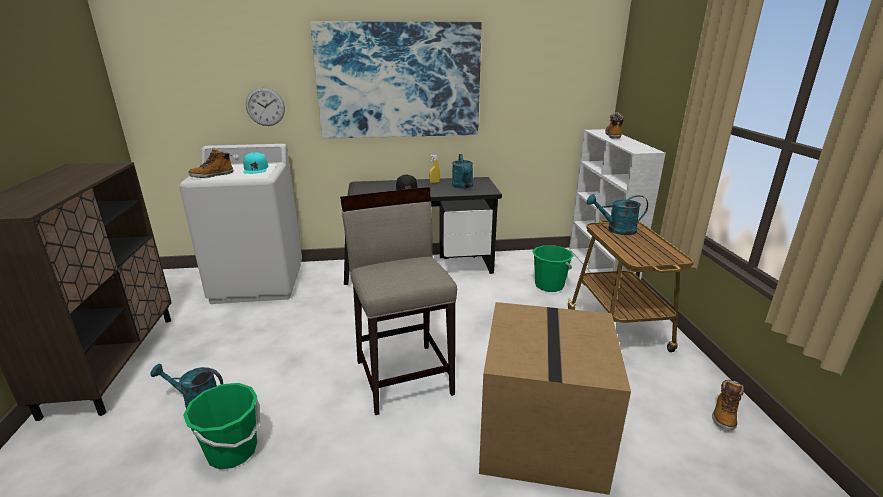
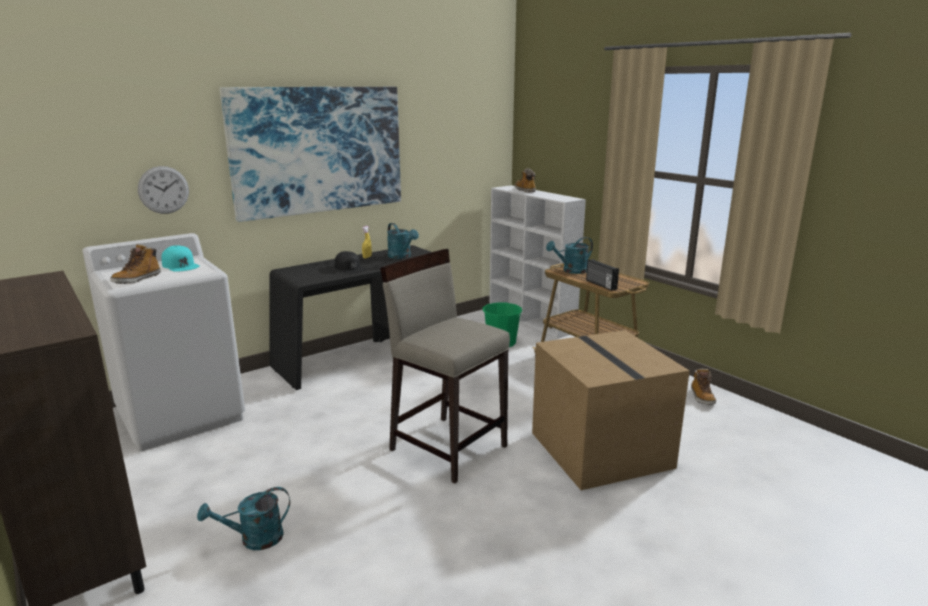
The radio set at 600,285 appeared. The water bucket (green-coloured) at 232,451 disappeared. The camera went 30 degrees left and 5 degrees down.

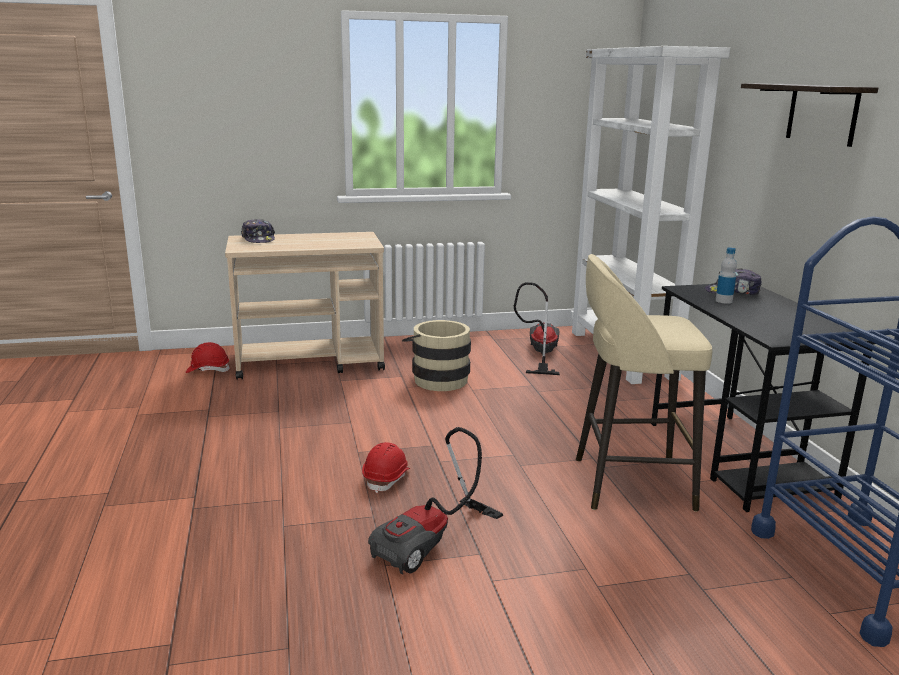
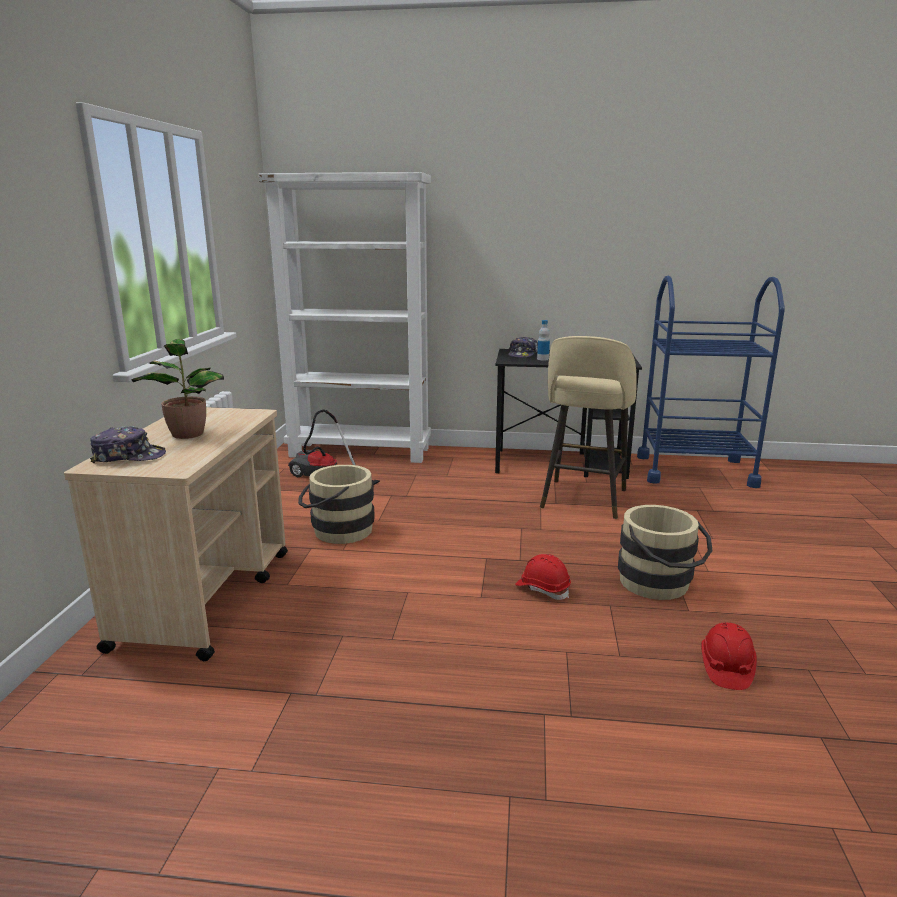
The houseplant at 187,433 appeared. The hoover at 432,545 was replaced by the water bucket (sand-coloured) at 659,585. The safety helmet (reddish) moved from 208,370 to 726,668. The wall shelf at 822,114 disappeared. The camera went 70 degrees left and 0 degrees up.

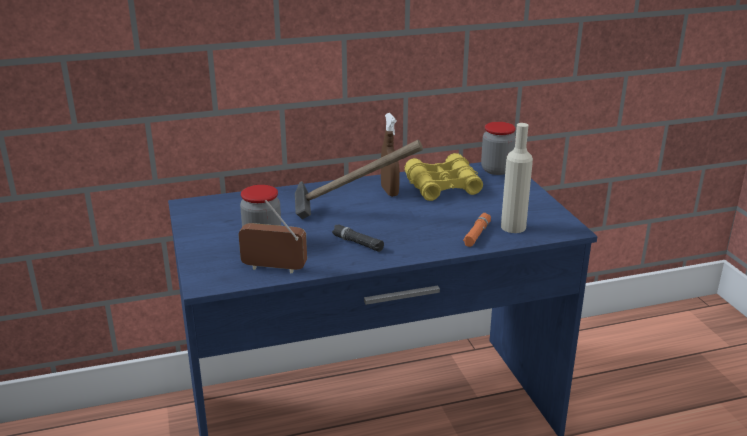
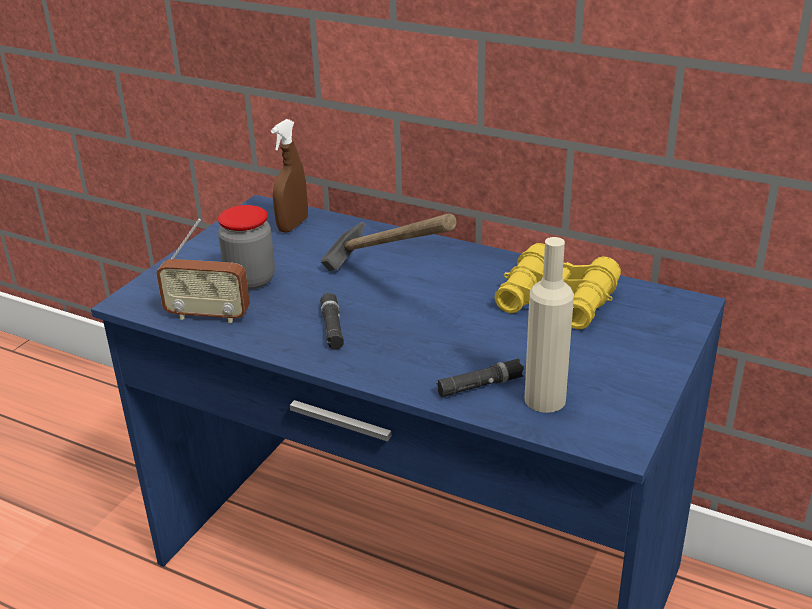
The radio set at 274,268 turned 135 degrees clockwise. The sprayer (brown-coloured) moved from 389,191 to 293,225. The hand torch (orange-coloured) at 476,234 became the hand torch (blackish) at 480,385. The storage jar at 496,170 disappeared. The camera went 45 degrees right and 5 degrees up.

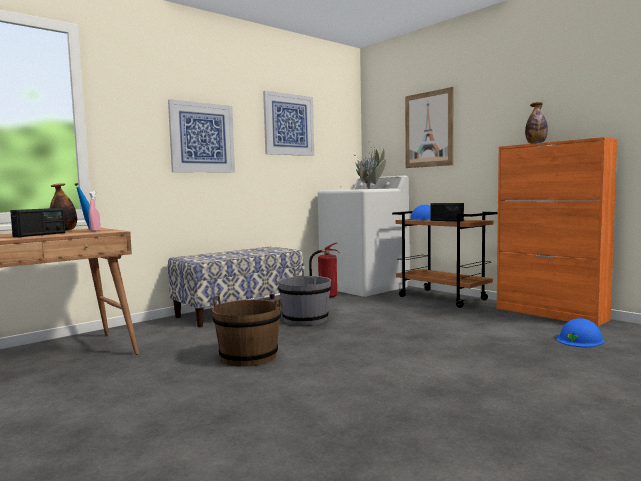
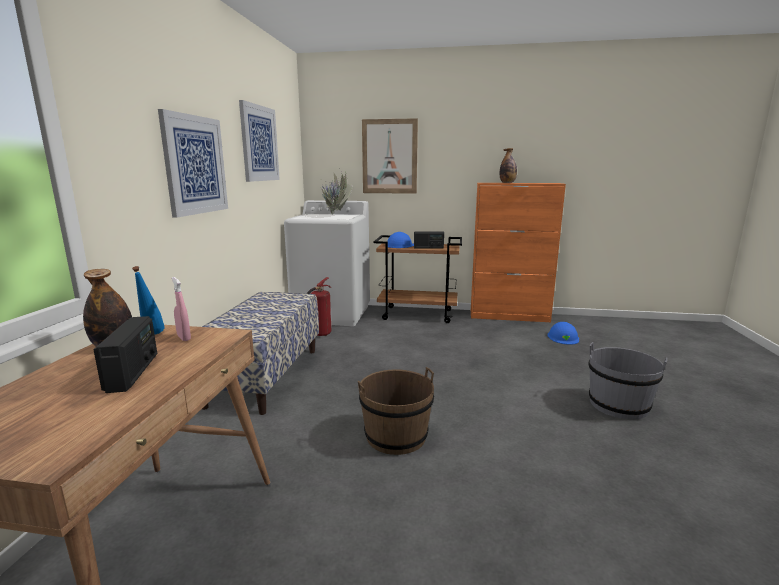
The water bucket (gray) moved from 305,320 to 618,405. The camera went 40 degrees left and 10 degrees up.

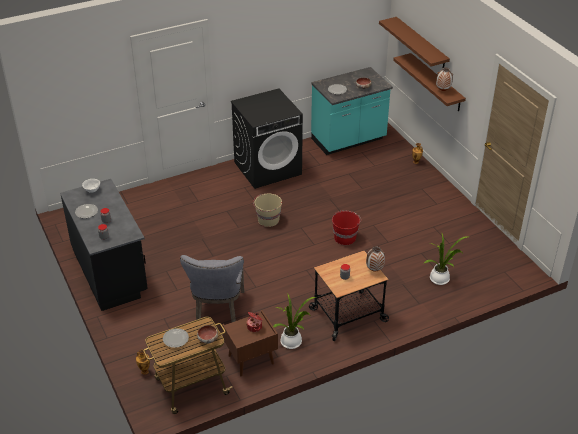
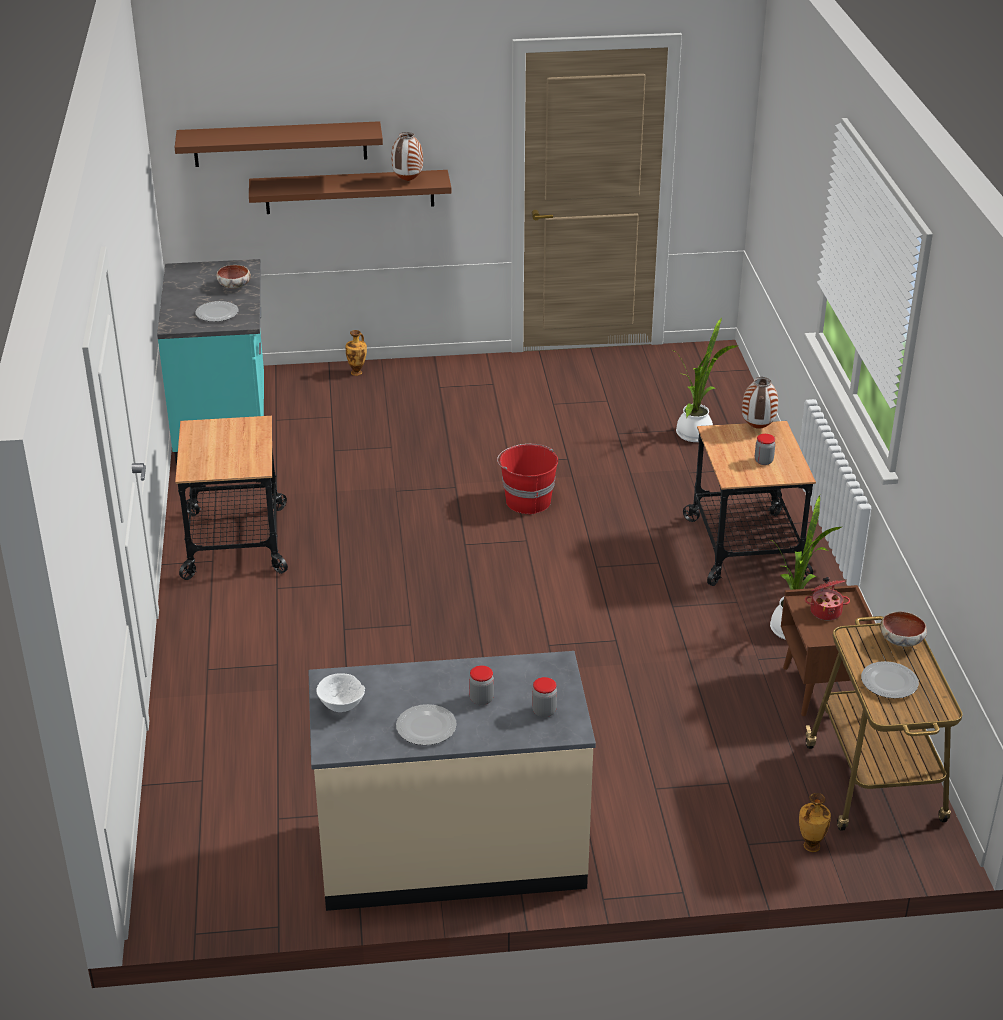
The washing machine (blackish) at 268,168 was replaced by the wheeled cart at 234,542. The kitchen counter (blackish) at 110,271 became the kitchen counter (sand-coloured) at 451,851. The chair (gray) at 218,311 disappeared. The water bucket (sand-coloured) at 268,220 disappeared. The camera went 70 degrees left and 5 degrees down.

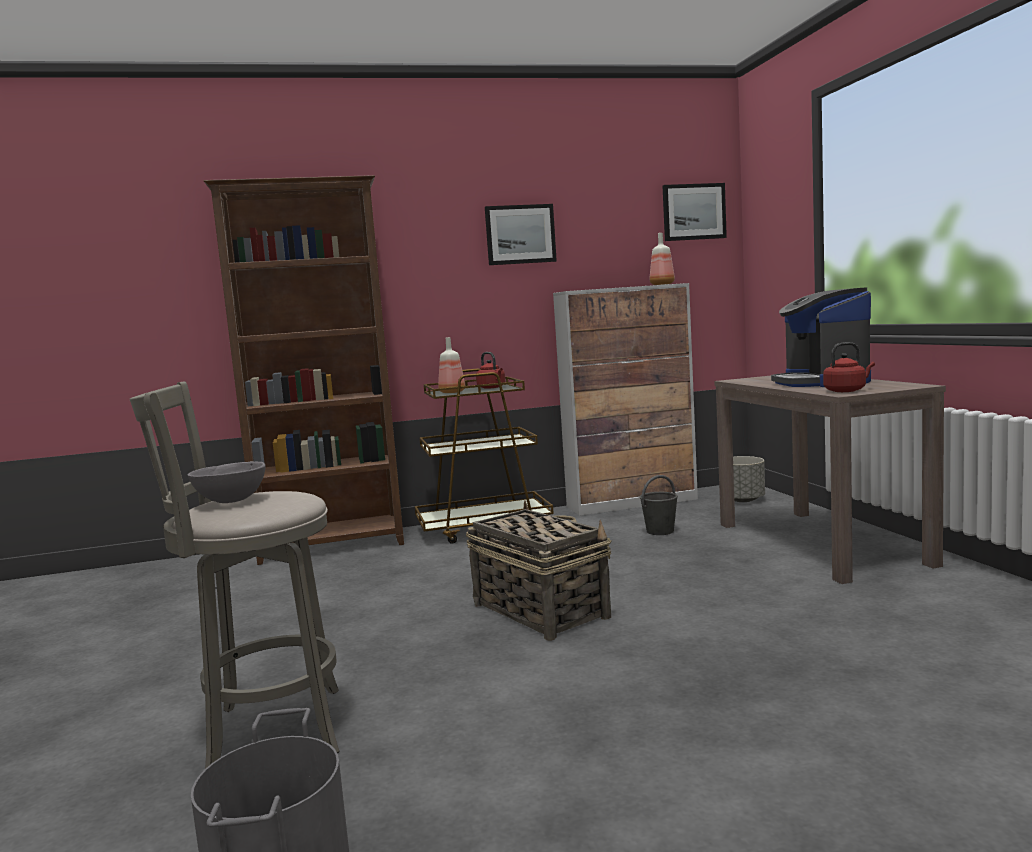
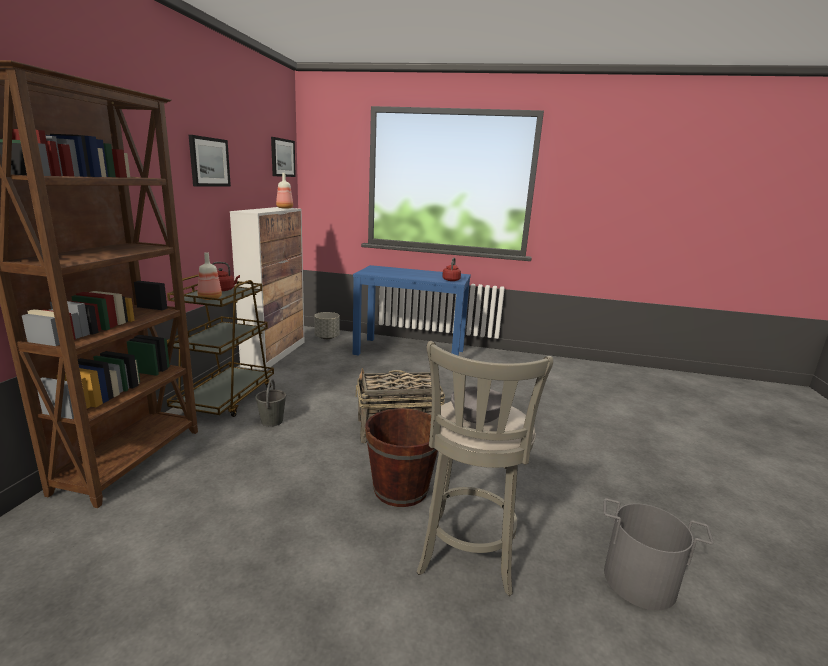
The water bucket (gray) moved from 660,531 to 272,421. The narrow table (brown-coloured) at 820,543 became the narrow table (bluish) at 410,352. The water bucket (brown-coloured) at 400,489 appeared. The coffee brewer at 821,382 disappeared. The camera went 65 degrees left and 10 degrees up.

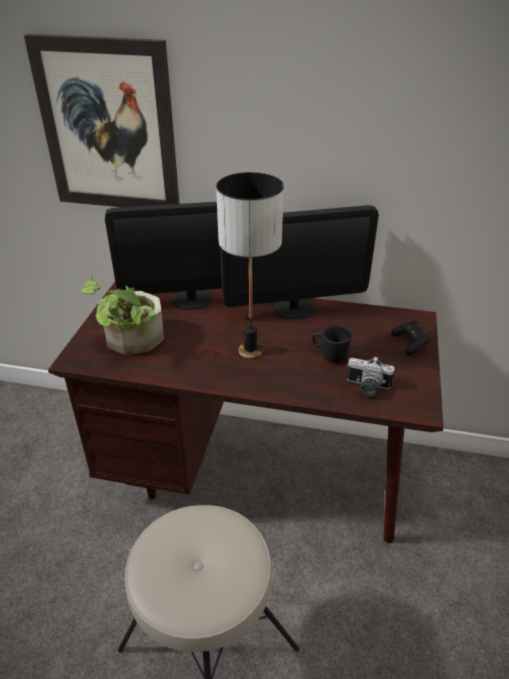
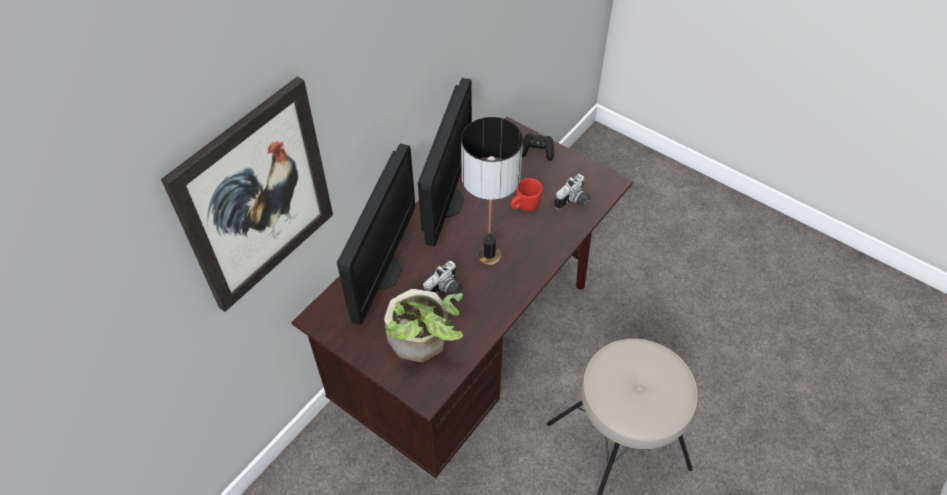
The still camera at 445,291 appeared. The coffee mug (blackish) at 329,355 became the coffee mug (reddish) at 524,206. The camera went 65 degrees left and 15 degrees up.

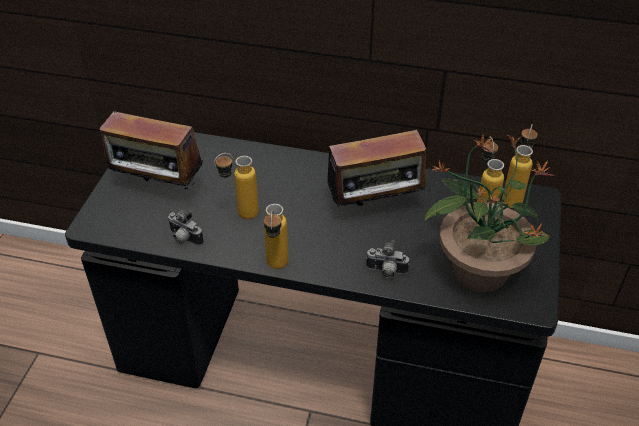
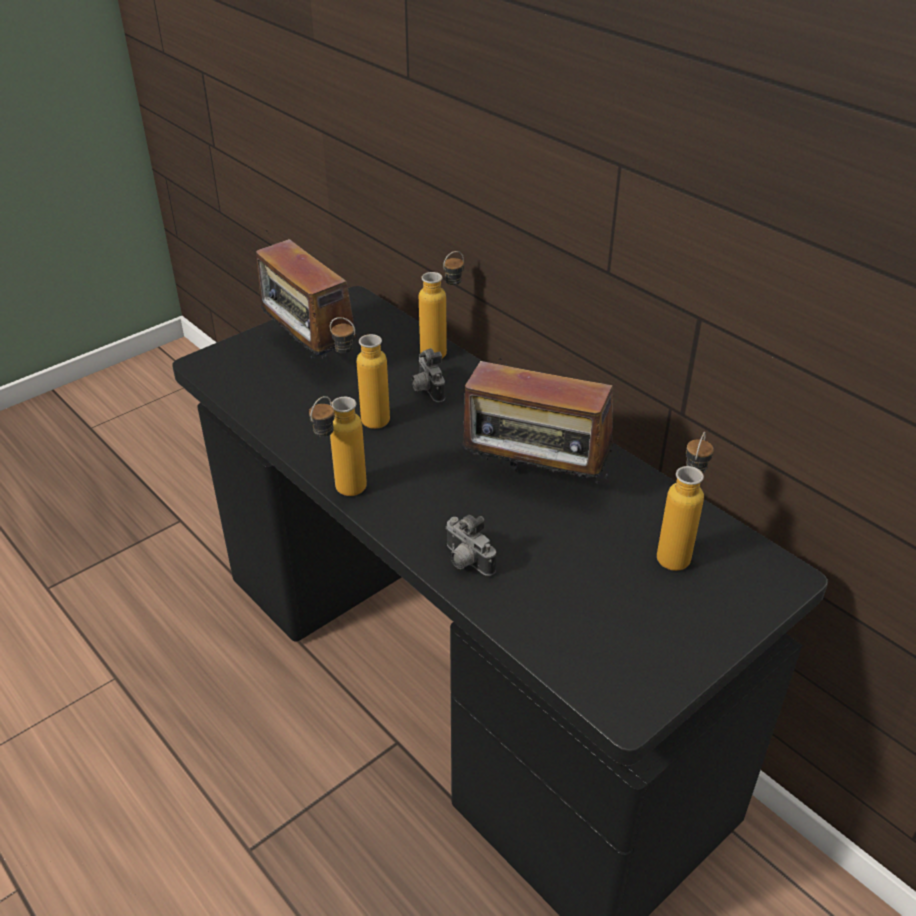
The still camera moved from 184,239 to 426,390. The drink bottle moved from 513,196 to 442,351. The houseplant at 478,270 disappeared. The camera went 35 degrees right and 5 degrees down.

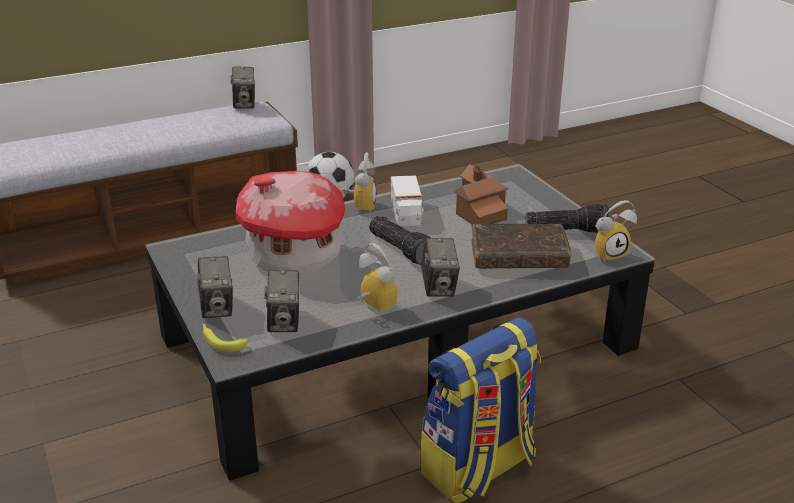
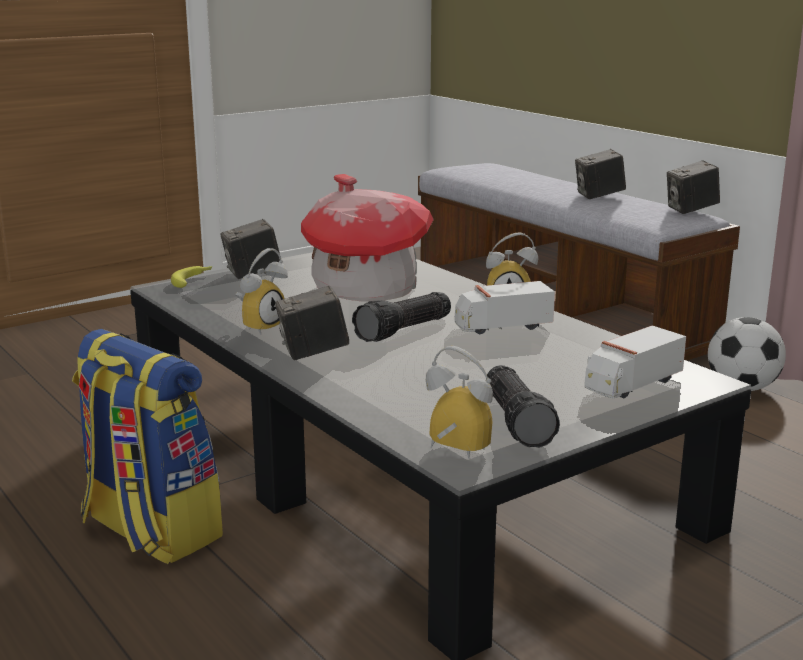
The bedside clock at 609,254 turned 150 degrees clockwise. The still camera moved from 284,322 to 599,196. The toy truck at 632,384 appeared. The toy house at 478,210 disappeared. The volume (brown-coloured) at 518,257 disappeared. The camera went 80 degrees right and 10 degrees down.

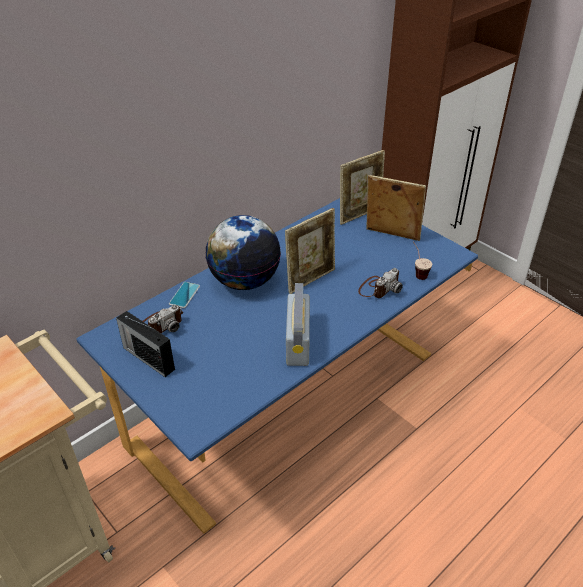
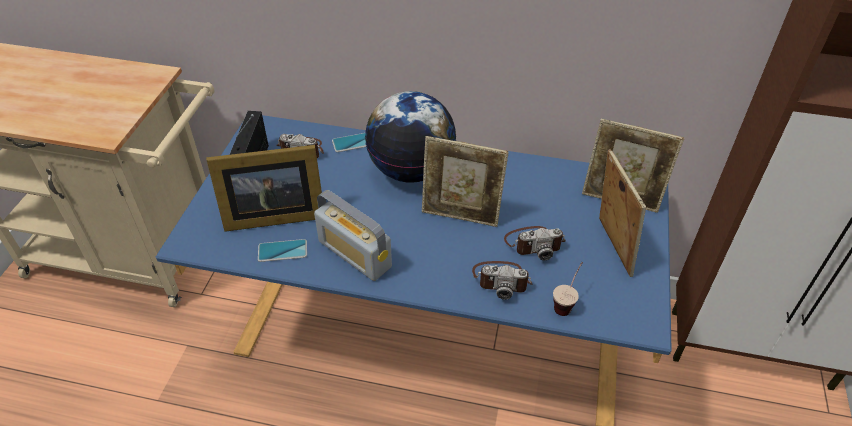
The standing frame at 271,215 appeared. The handset at 282,251 appeared. The radio set at 298,342 turned 75 degrees clockwise. The still camera at 534,243 appeared. The camera went 55 degrees right and 5 degrees up.

